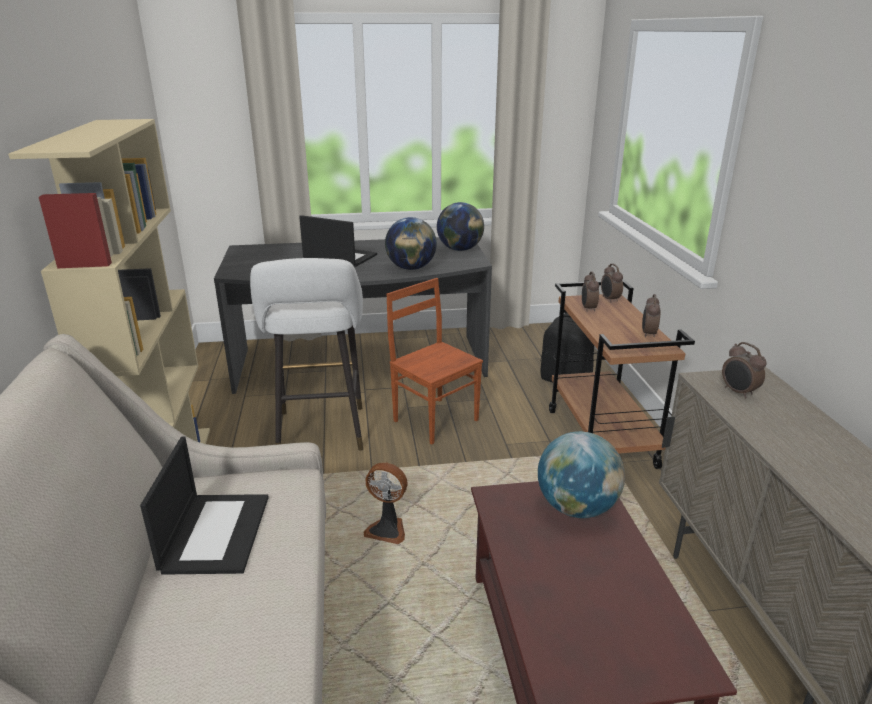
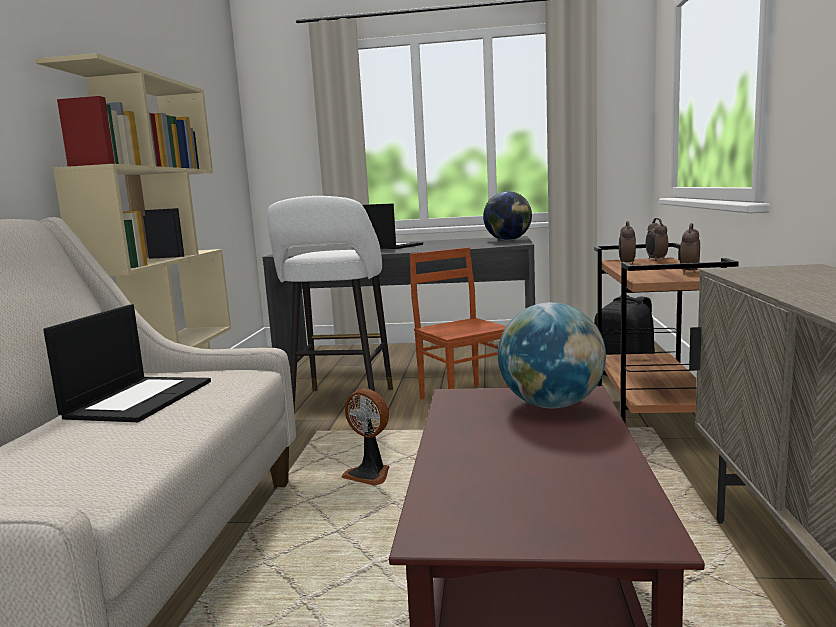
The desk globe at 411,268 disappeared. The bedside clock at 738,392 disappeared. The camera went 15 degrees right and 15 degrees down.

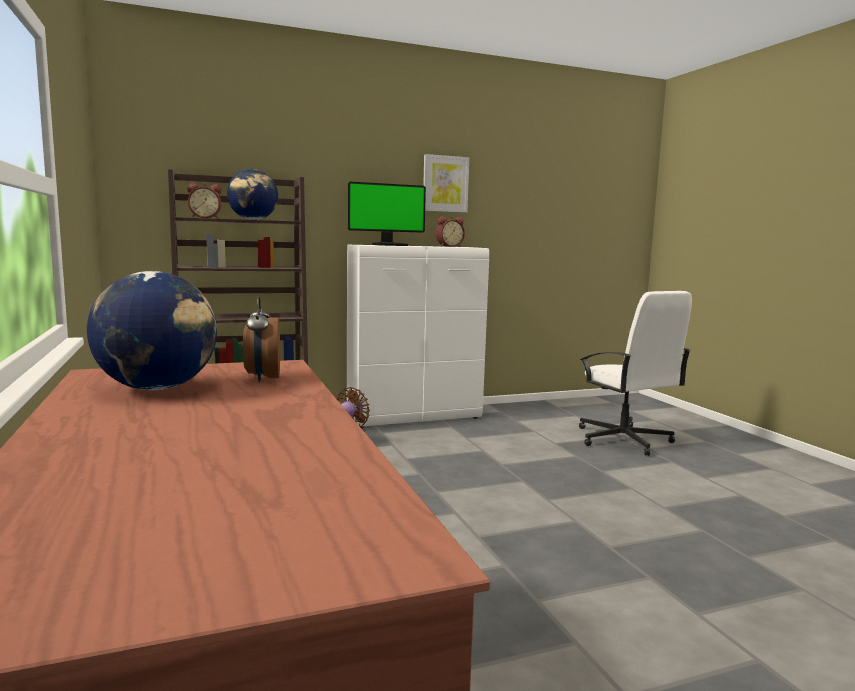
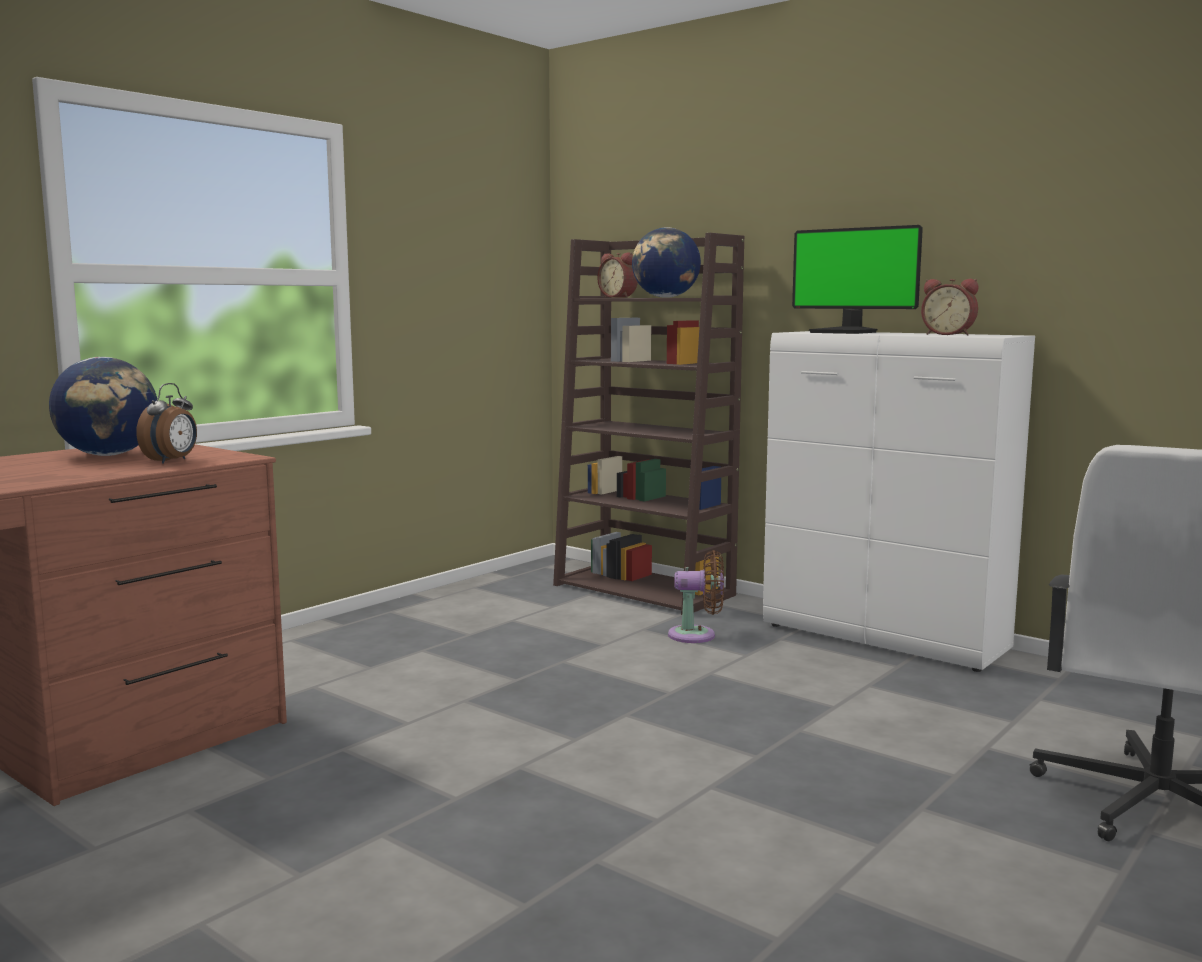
The bedside clock at 262,378 turned 150 degrees clockwise. The wall picture at 445,184 disappeared. The camera went 60 degrees right and 0 degrees up.

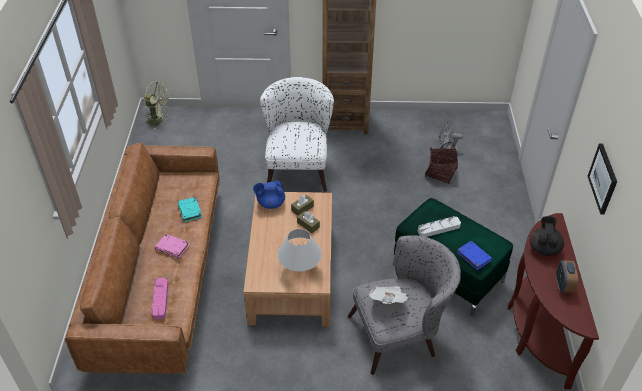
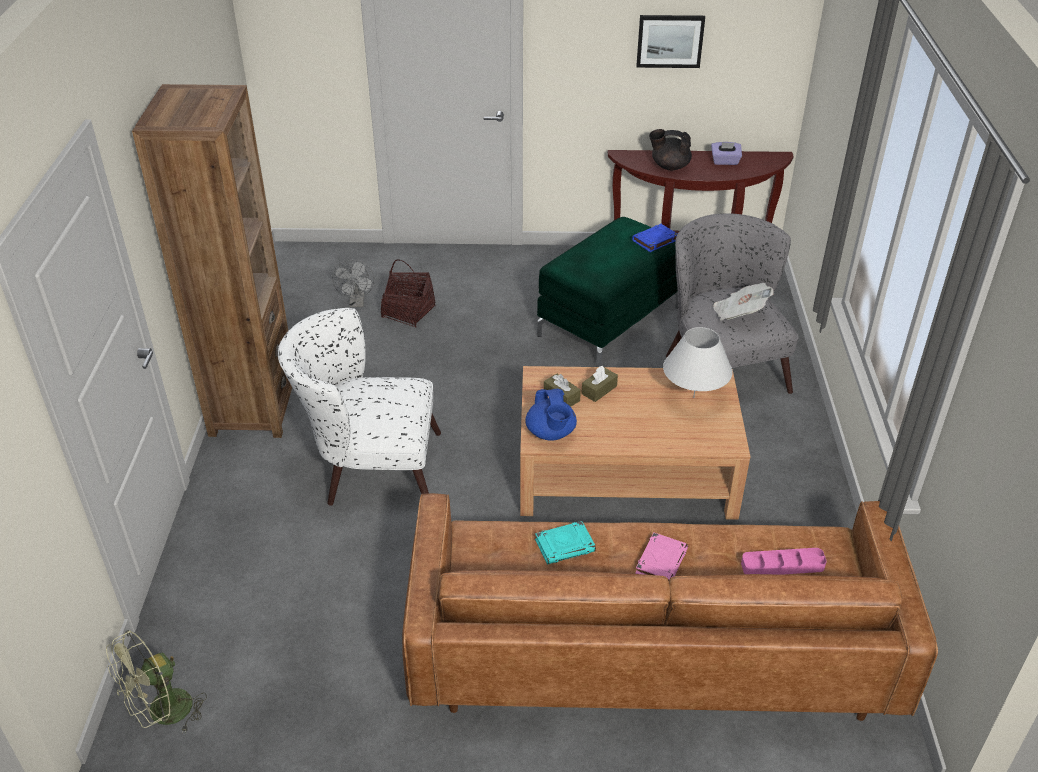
The fan (green-coloured) at 159,120 turned 150 degrees counterclockwise. The bedside clock at 563,285 was replaced by the box of tissues (purple) at 725,162. The carrying tray (gray) at 438,228 disappeared. The camera went 90 degrees left and 5 degrees down.

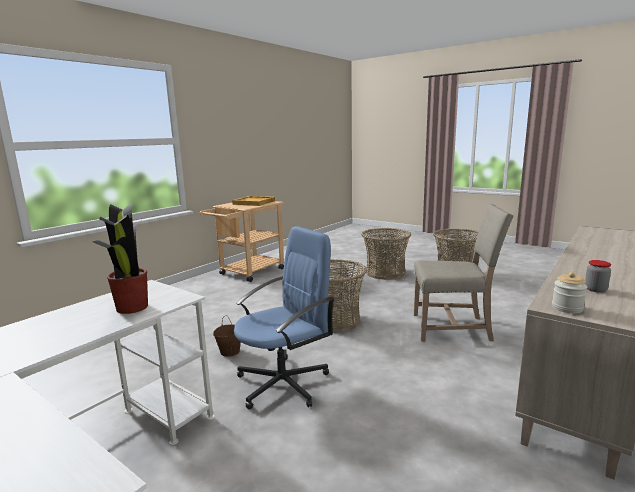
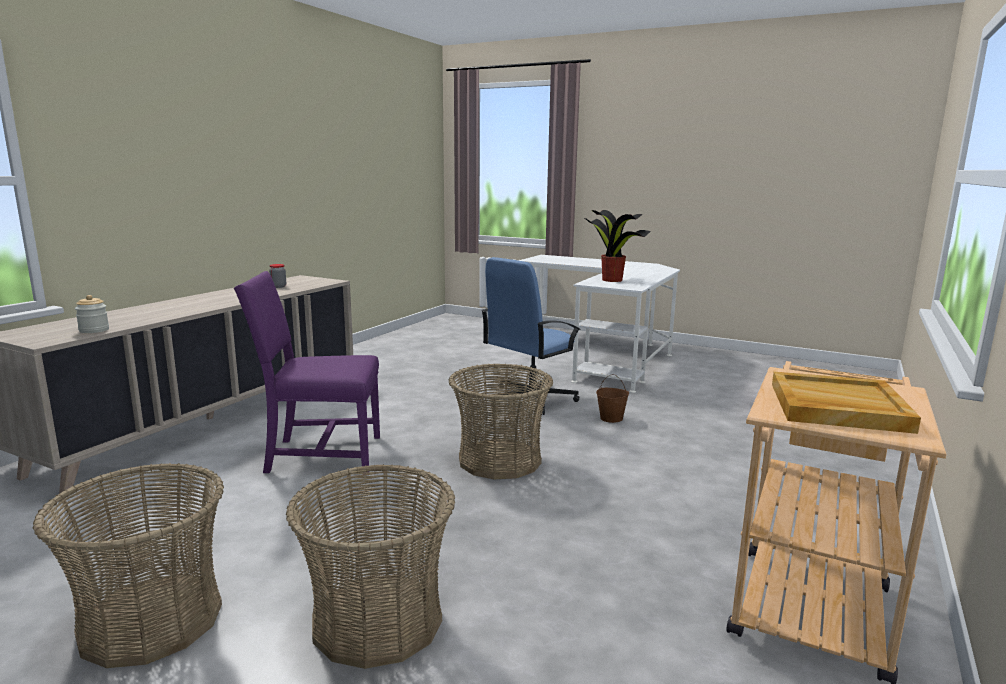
The storage jar moved from 567,308 to 94,330. The chair (sand-coloured) at 453,328 became the chair (purple) at 320,455. The camera went 170 degrees right and 0 degrees up.

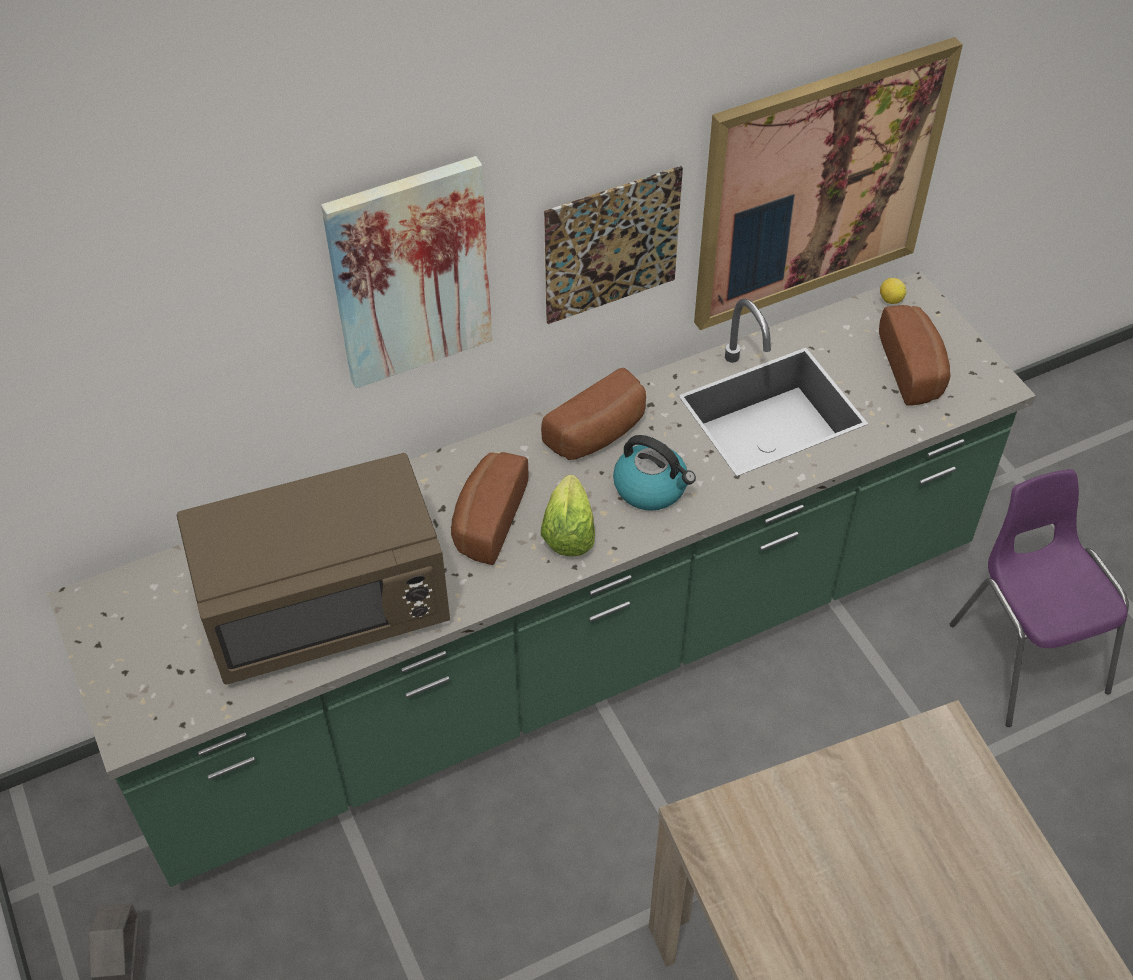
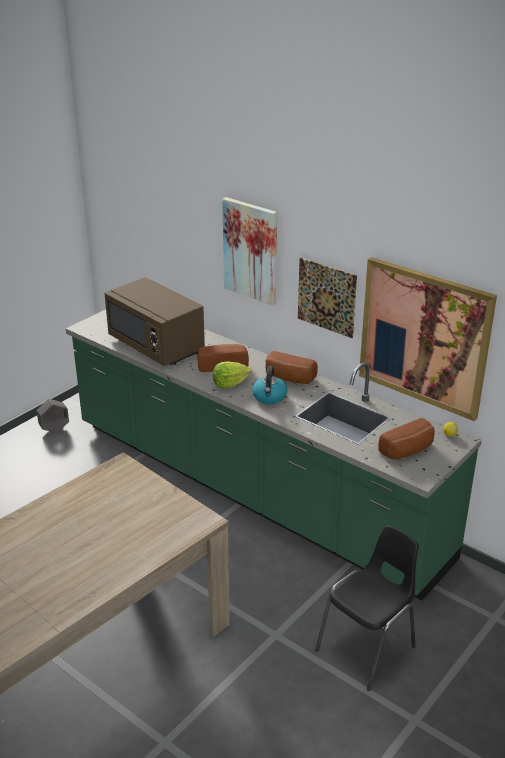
The chair (purple) at 1025,655 became the chair (blackish) at 368,648. The camera went 65 degrees right and 20 degrees down.

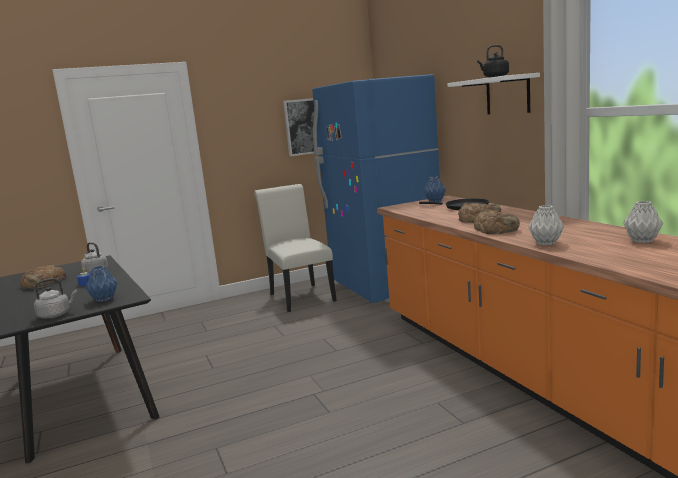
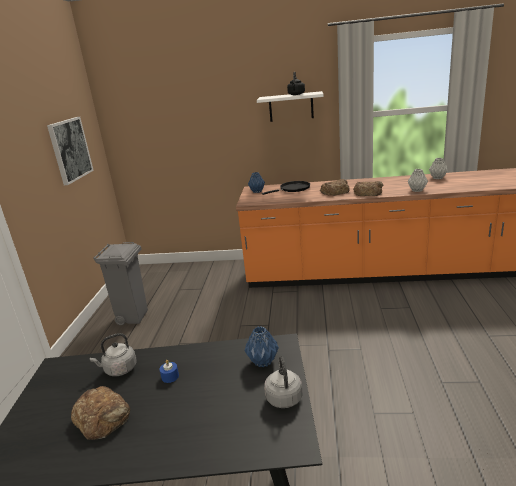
The chair (white) at 300,296 was replaced by the waste bin (gray) at 133,317. The fridge (bluish) at 386,286 disappeared. The camera went 60 degrees left and 10 degrees up.

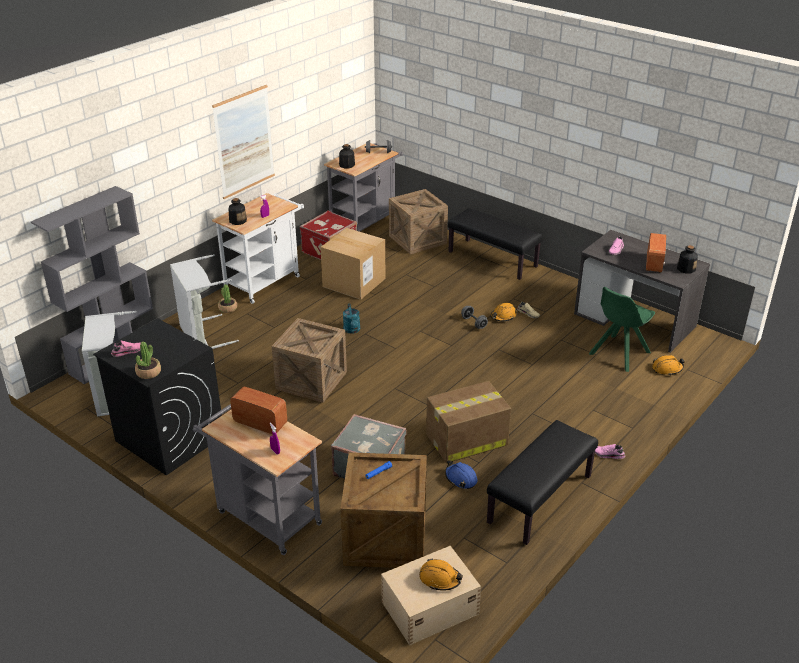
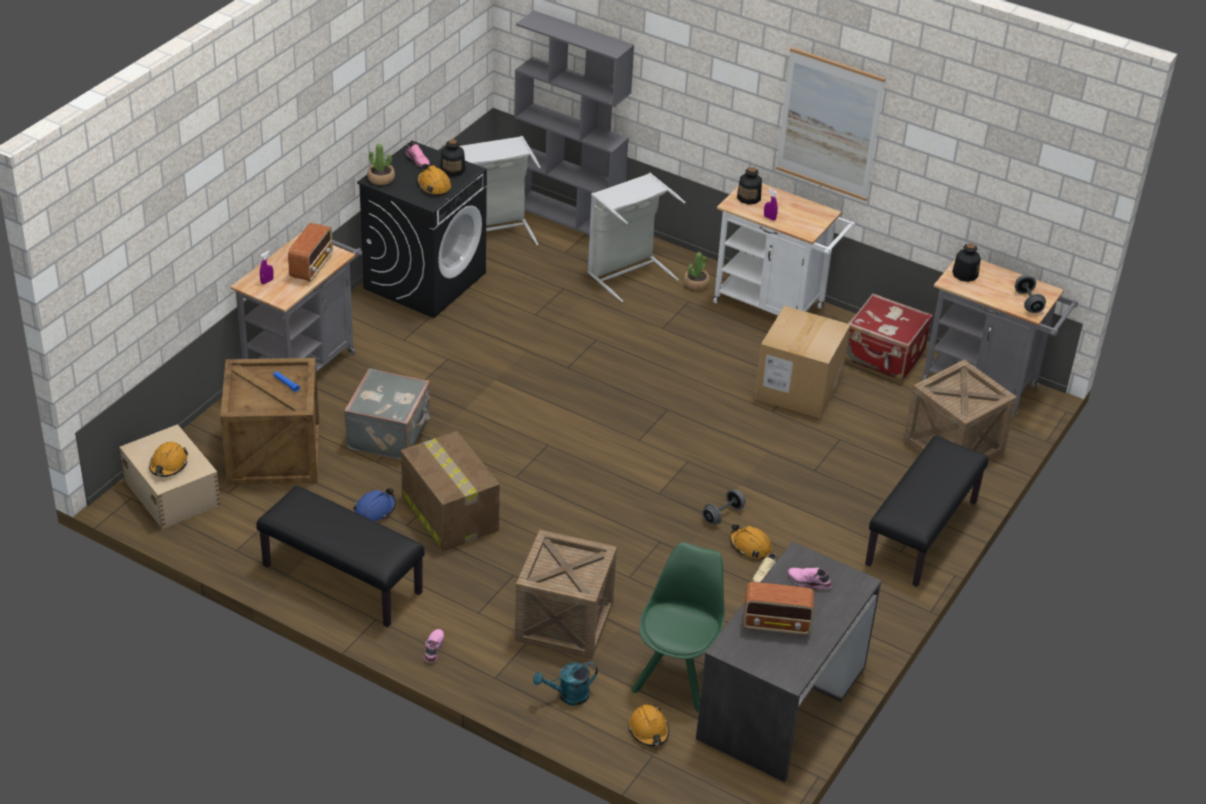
The safety helmet (orange-coloured) at 433,185 appeared. The drink bottle moved from 686,269 to 453,170. The packing crate moved from 311,380 to 564,621. The watering can (turquoise-coloured) moved from 352,330 to 568,696. The chair (green-coloured) at 618,354 turned 75 degrees clockwise. The camera went 80 degrees right and 5 degrees up.

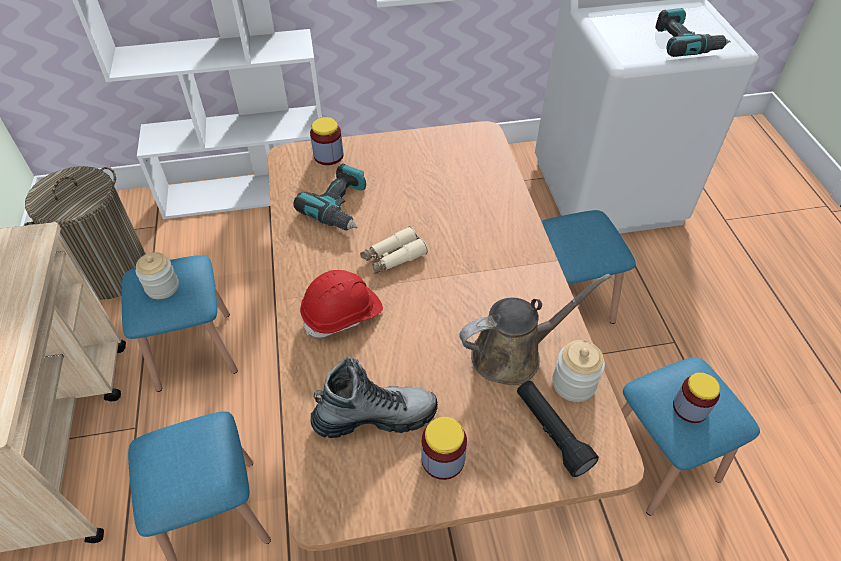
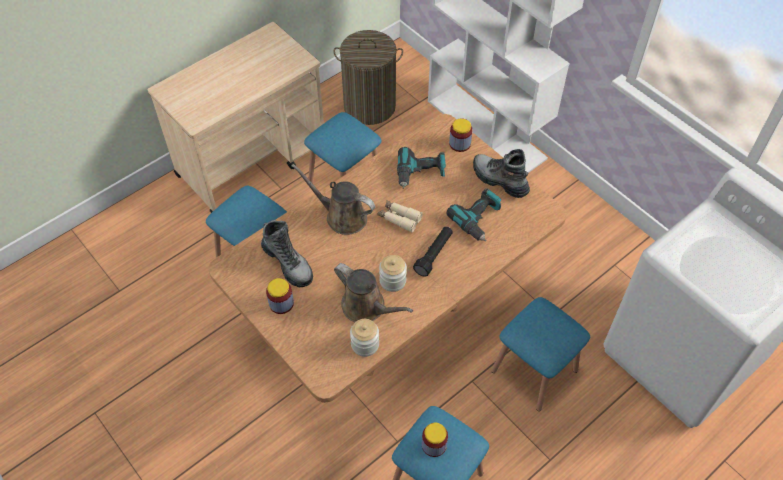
The safety helmet (reddish) at 342,314 was replaced by the watering can (brown-coloured) at 342,216. The storage jar moved from 162,287 to 392,281. The hand torch (blackish) moved from 551,432 to 434,254. The electric drill moved from 685,43 to 478,219. The high-top boot at 499,180 appeared. The camera went 60 degrees right and 5 degrees up.

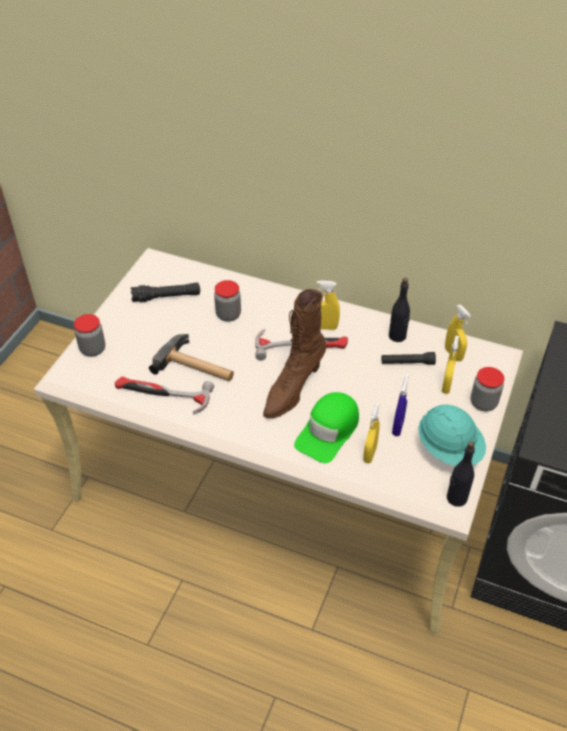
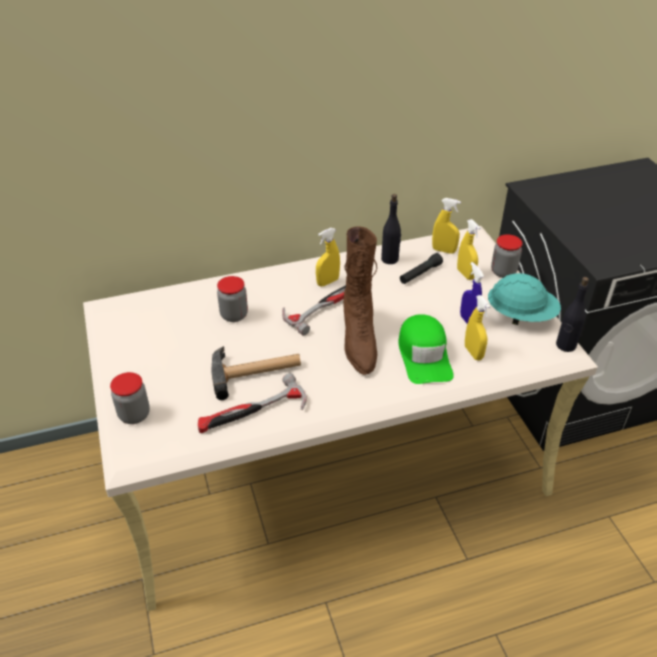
The hand torch (blackish) at 166,297 disappeared. The camera went 40 degrees left and 5 degrees down.

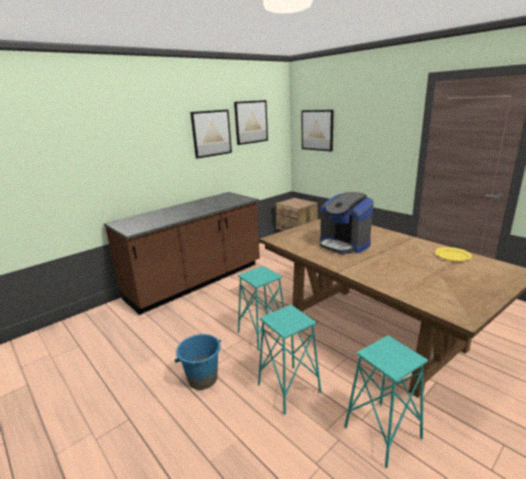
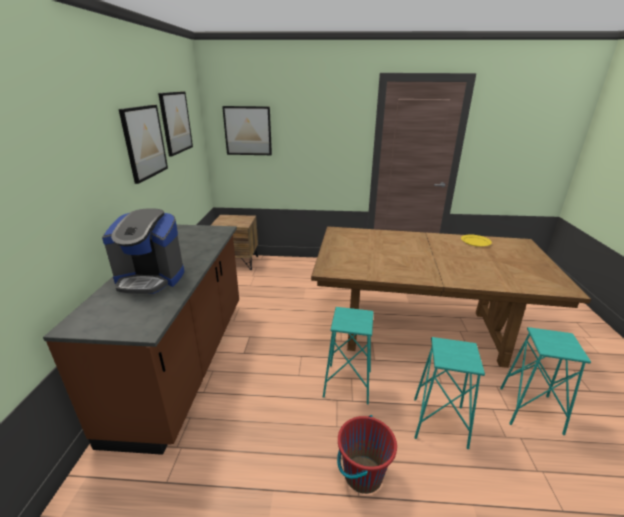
The coffee brewer moved from 344,244 to 150,278. The water bucket (bluish) at 202,379 became the water bucket (reddish) at 362,474. The camera went 45 degrees left and 5 degrees up.

